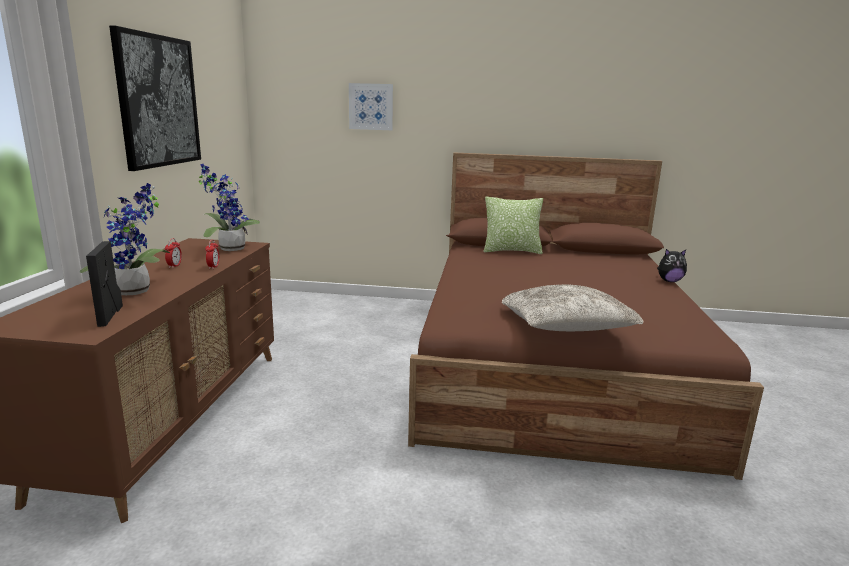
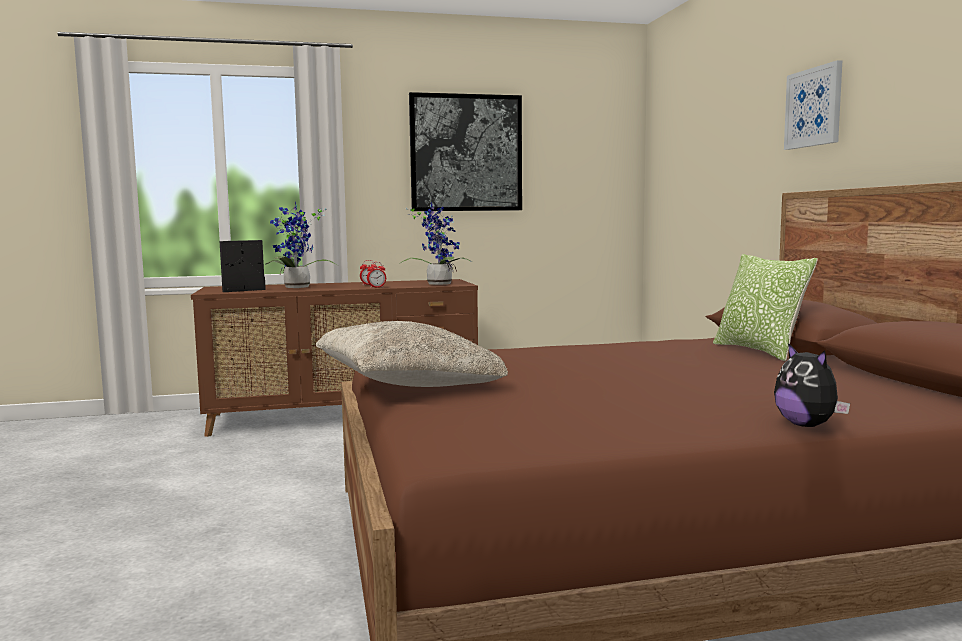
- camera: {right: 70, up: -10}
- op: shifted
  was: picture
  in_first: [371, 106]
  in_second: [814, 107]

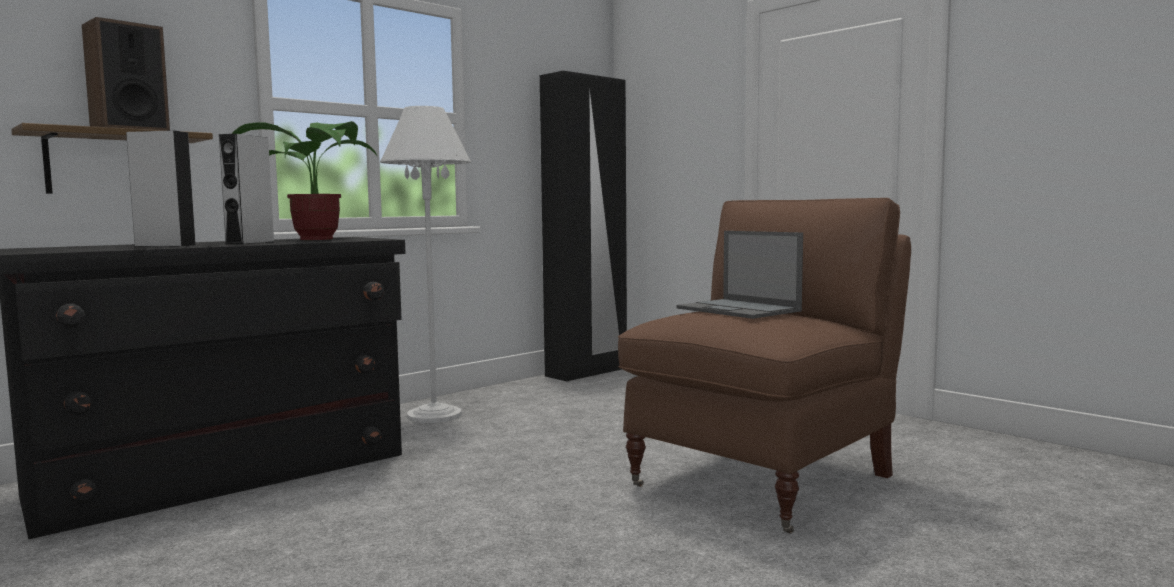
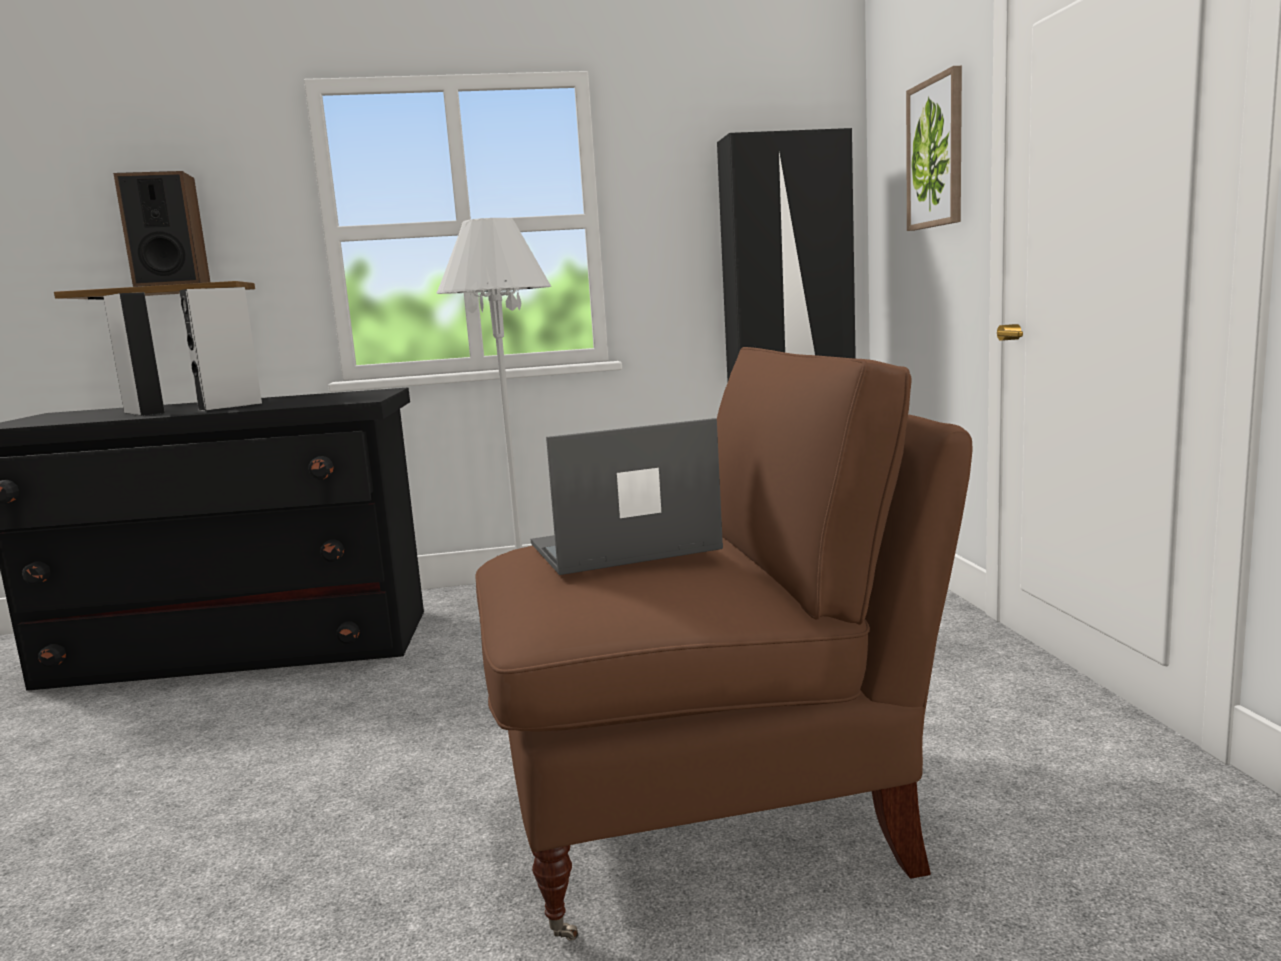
- camera: {right: 35, up: 5}
- op: gone
  was: potted plant
  in_first: [318, 239]
- op: rotated
  was: laptop
  in_first: [739, 310]
  in_second: [621, 547]
  clockwise: 75
- op: new
  now: picture
  in_second: [936, 153]

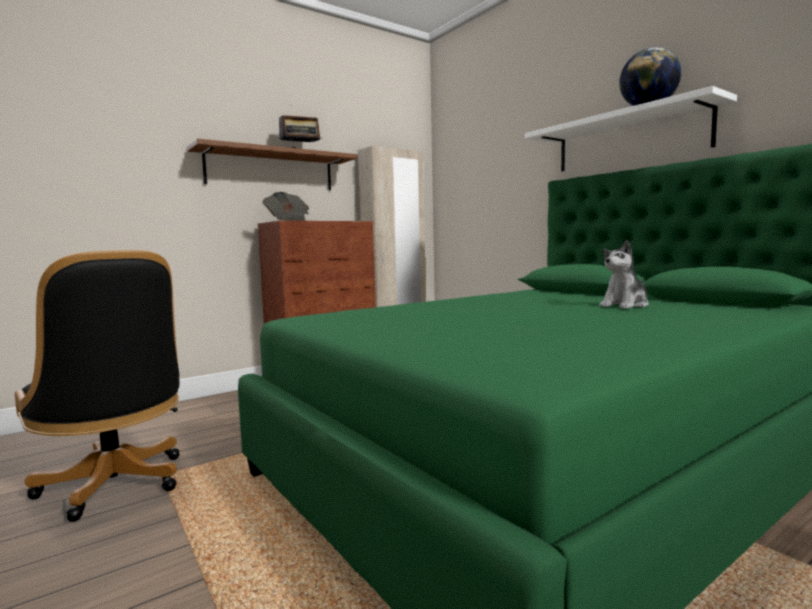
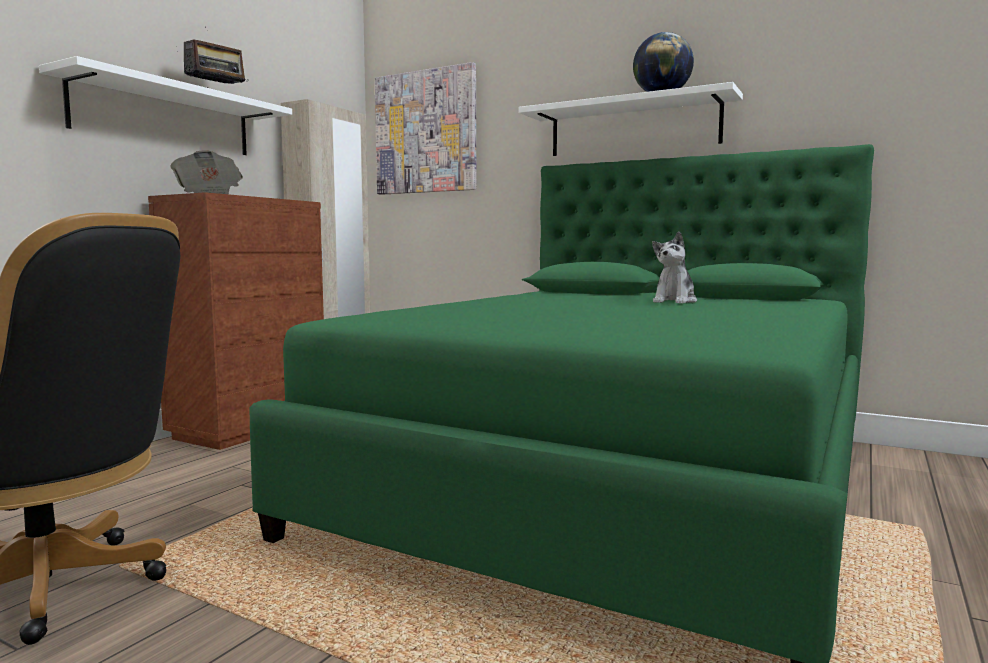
- camera: {right: -25, up: 0}
- op: repainted
  was: shelf in brown
  now: shelf in white
  in_first: [271, 170]
  in_second: [165, 118]
- op: new
  now: picture
  in_second: [426, 132]

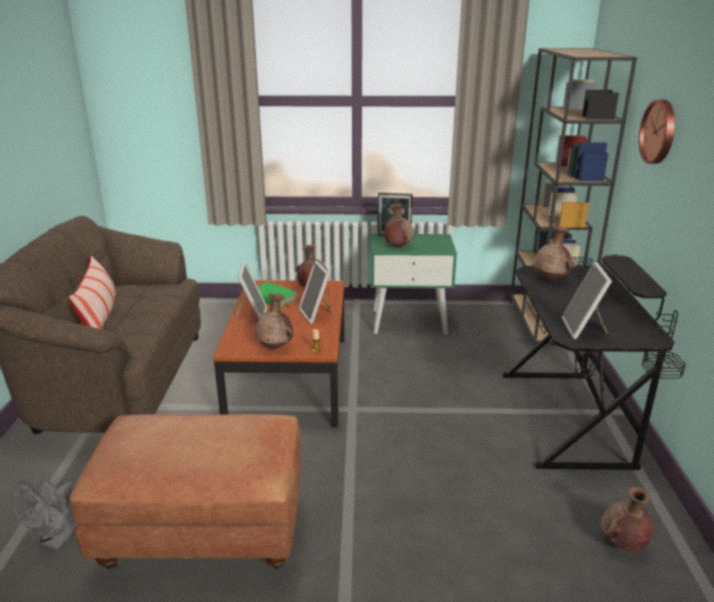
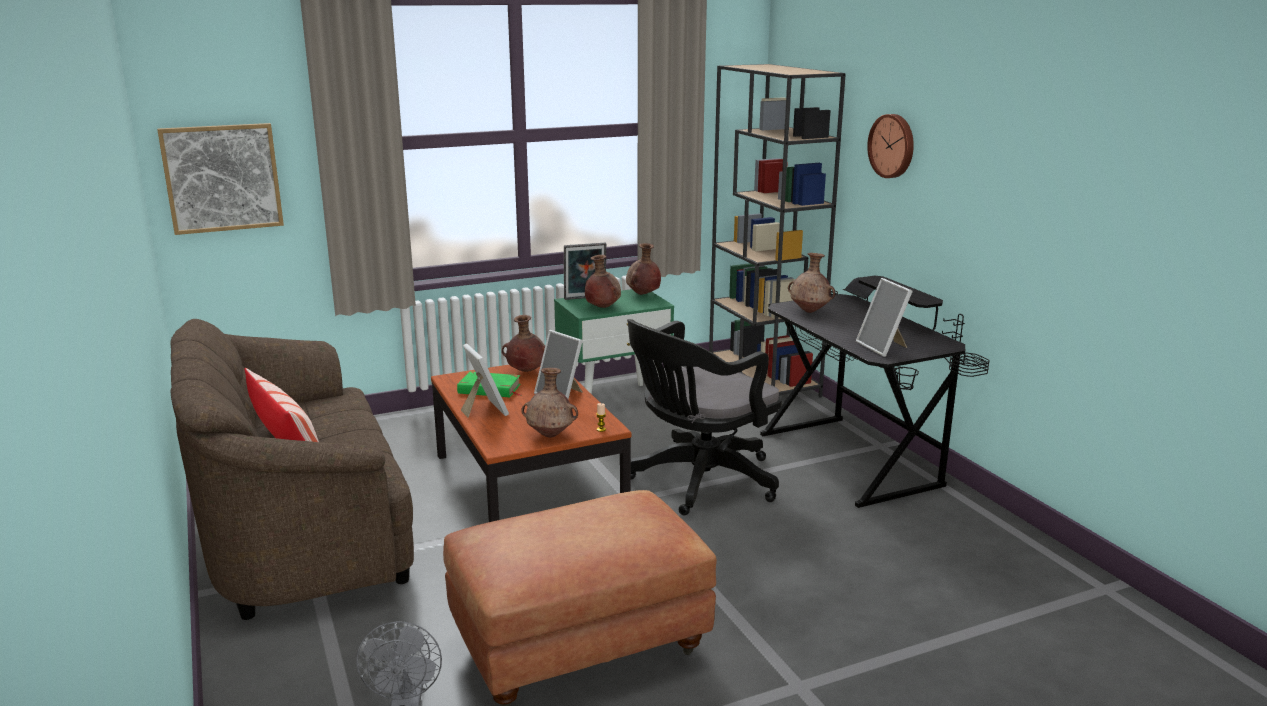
- camera: {right: -25, up: -5}
- op: shifted
  was: vase in brown
  in_first: [622, 543]
  in_second: [643, 294]
- op: new
  now: picture
  in_second: [222, 178]
- op: new
  now: office chair in black
  in_second: [698, 482]

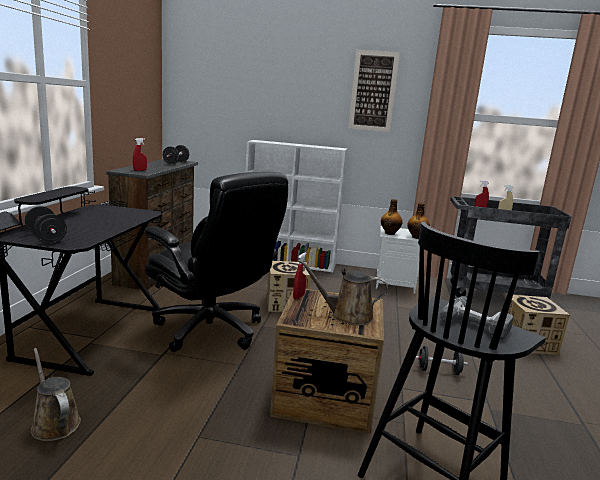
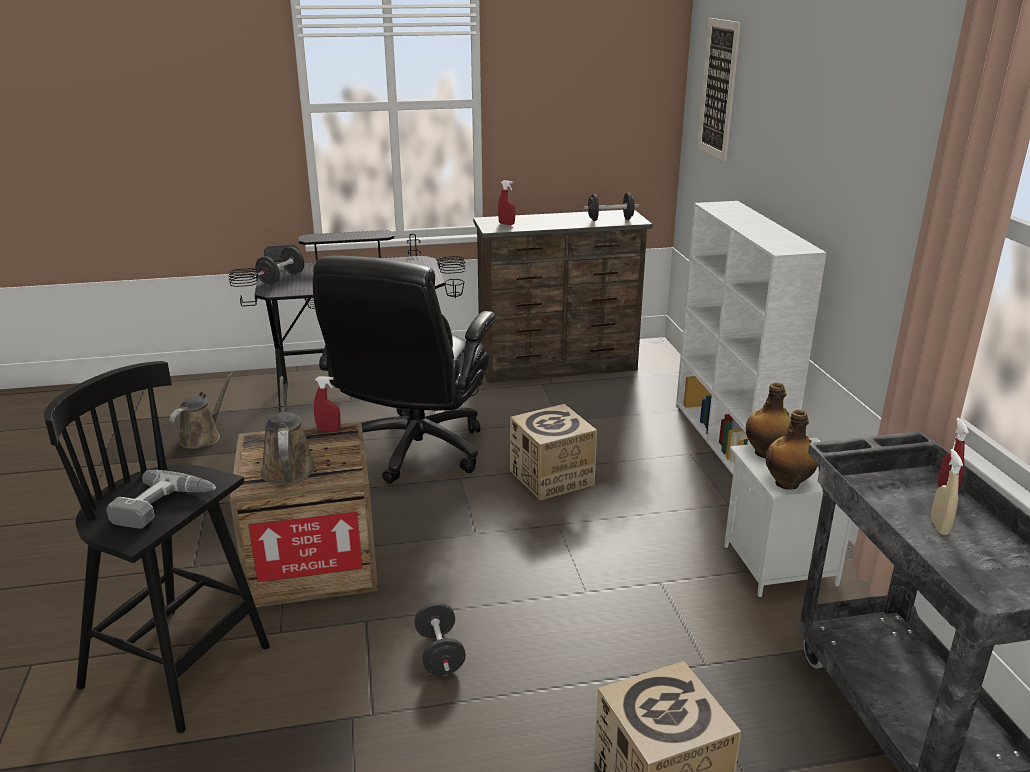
- camera: {right: 70, up: 10}
- op: shifted
  was: picture
  in_first: [373, 91]
  in_second: [718, 89]

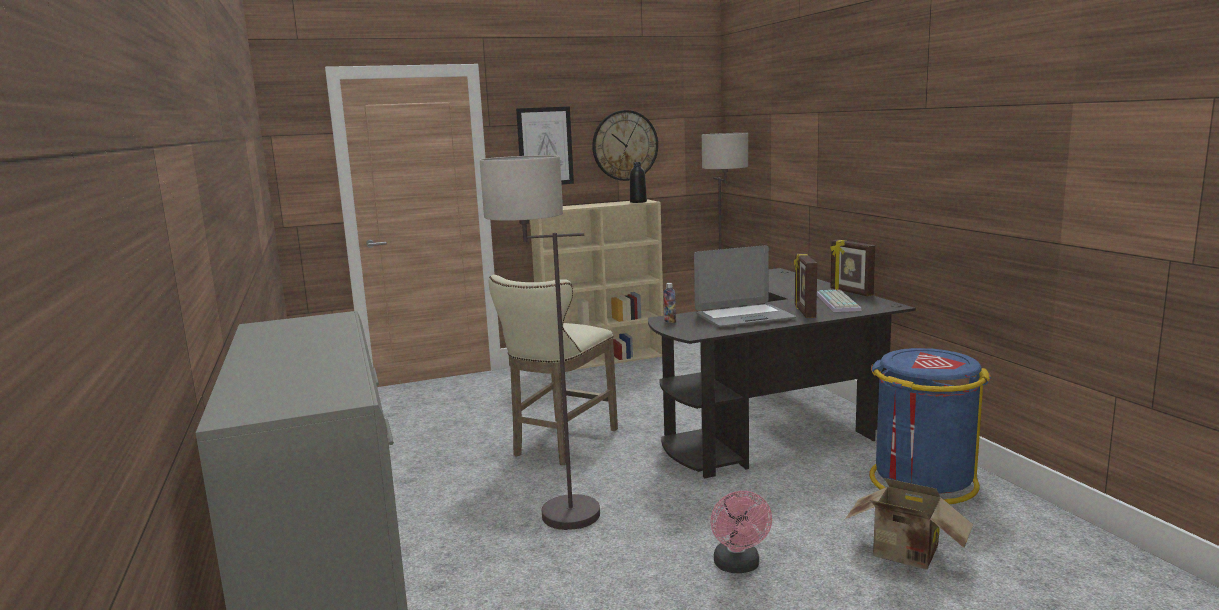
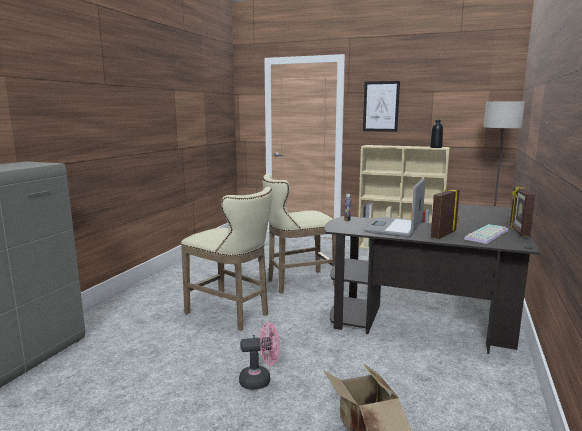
- camera: {right: 40, up: 0}
- op: swapped
  was: floor lamp in grey
  now: stool in beige
  in_first: [553, 516]
  in_second: [231, 314]
- op: gone
  was: wall clock
  in_first: [625, 145]
- op: rotated
  was: laptop
  in_first: [744, 317]
  in_second: [394, 228]
  clockwise: 90
- op: rotated
  was: fan in pink
  in_first: [738, 566]
  in_second: [260, 380]
  clockwise: -135
- op: gone
  was: trash can in blue
  in_first: [922, 481]

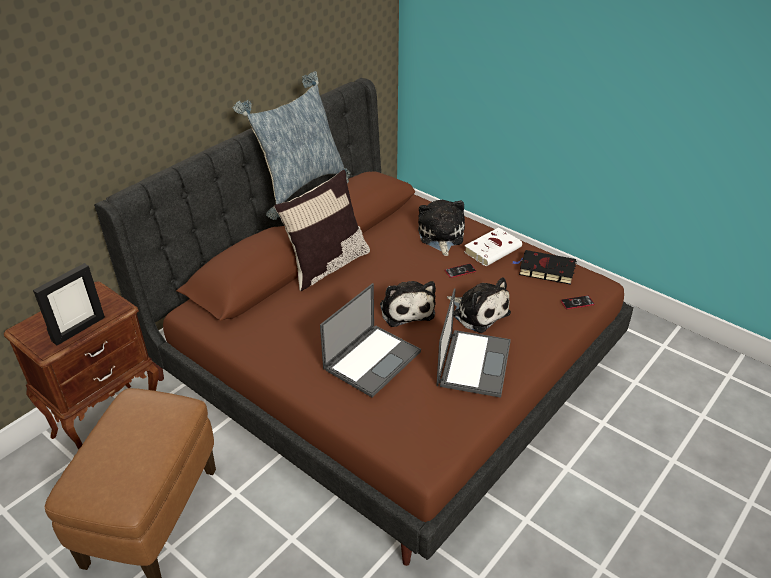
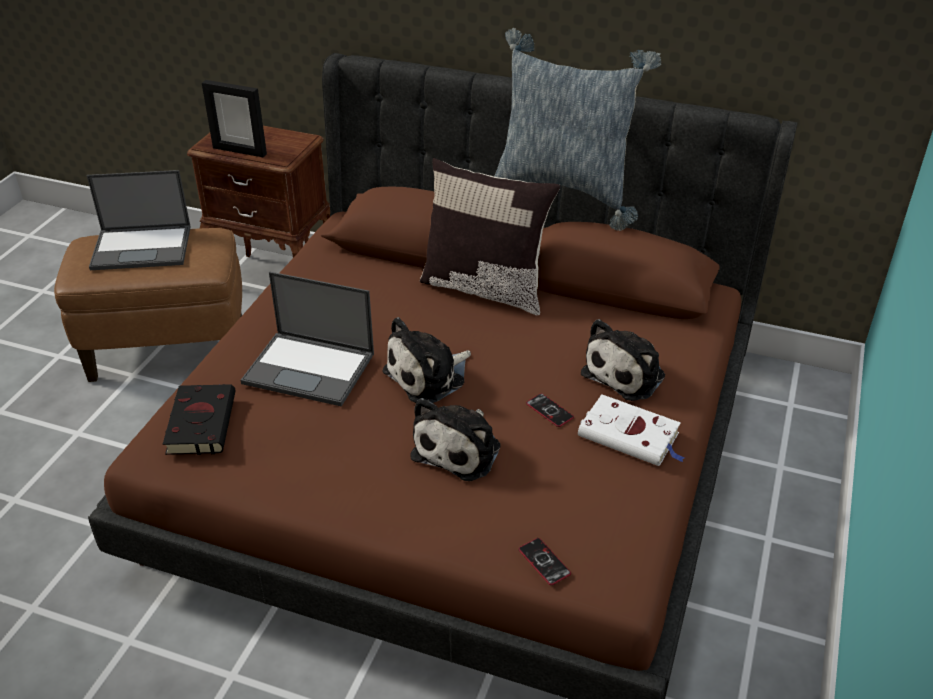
- camera: {right: 70, up: 0}
- op: rotated
  was: plush toy
  in_first: [441, 236]
  in_second: [627, 373]
  clockwise: 150
- op: shifted
  was: laptop
  in_first: [474, 362]
  in_second: [143, 247]
- op: shifted
  was: book in black
  in_first: [545, 270]
  in_second: [201, 422]

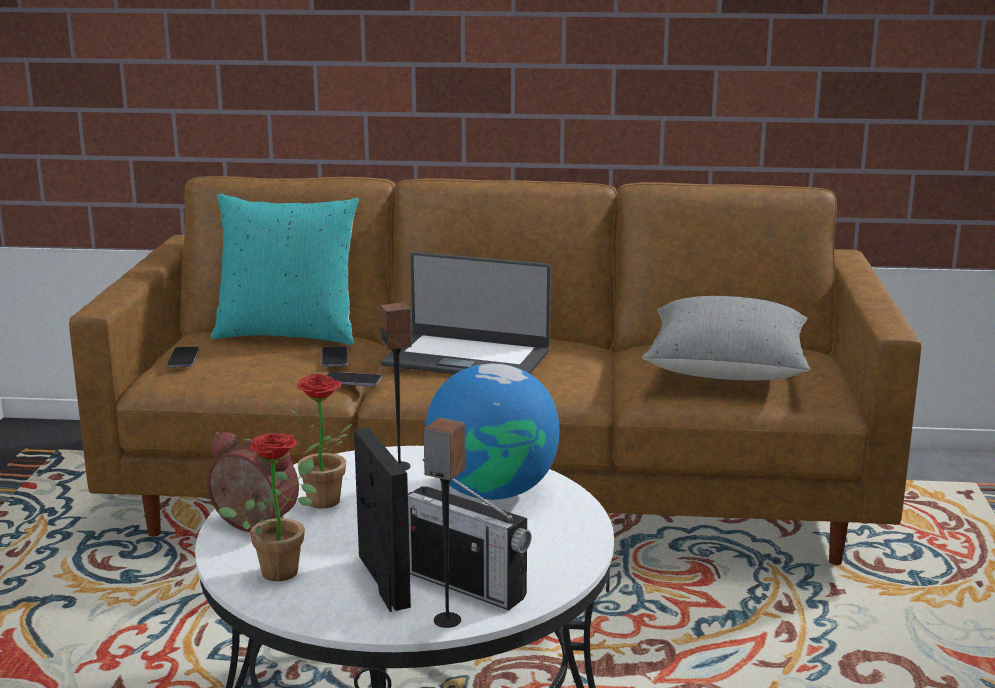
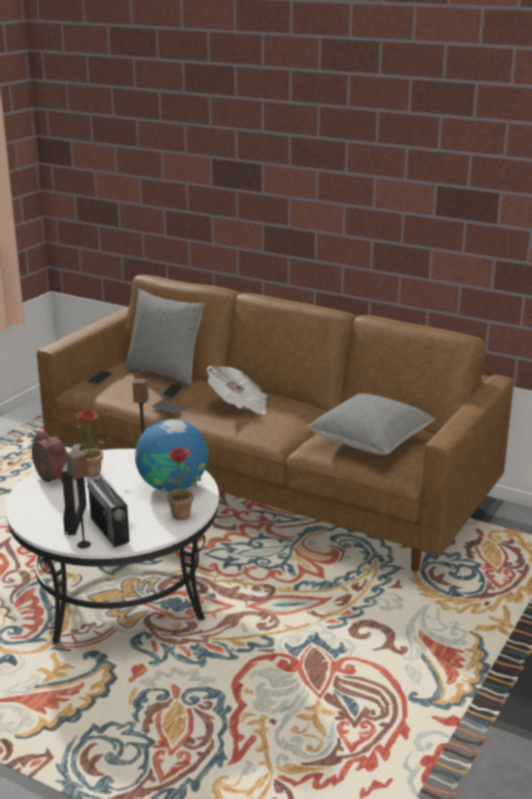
- camera: {right: 25, up: 5}
- op: repainted
  was: pillow in turquoise
  now: pillow in grey
  in_first: [288, 334]
  in_second: [165, 372]
- op: shifted
  was: potted plant
  in_first: [282, 568]
  in_second: [183, 513]
- op: swapped
  was: laptop
  now: newspaper
  in_first: [467, 358]
  in_second: [239, 405]

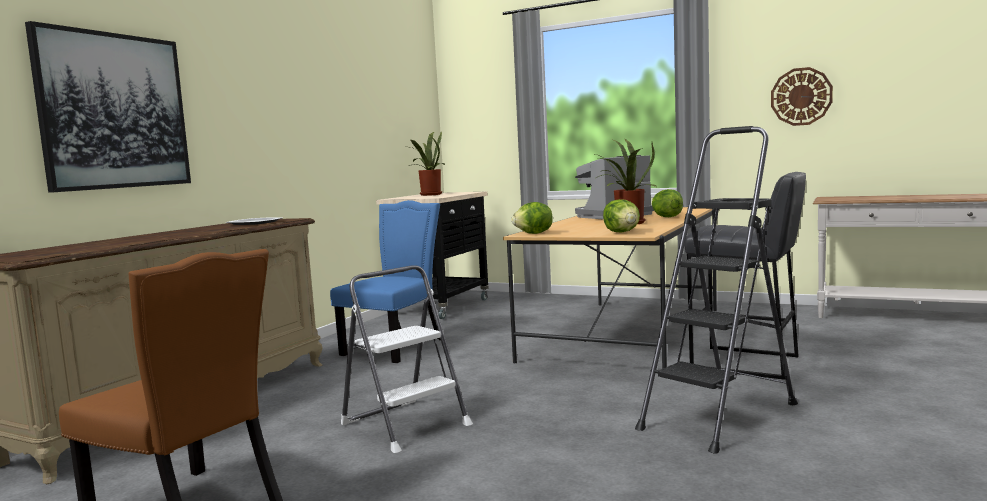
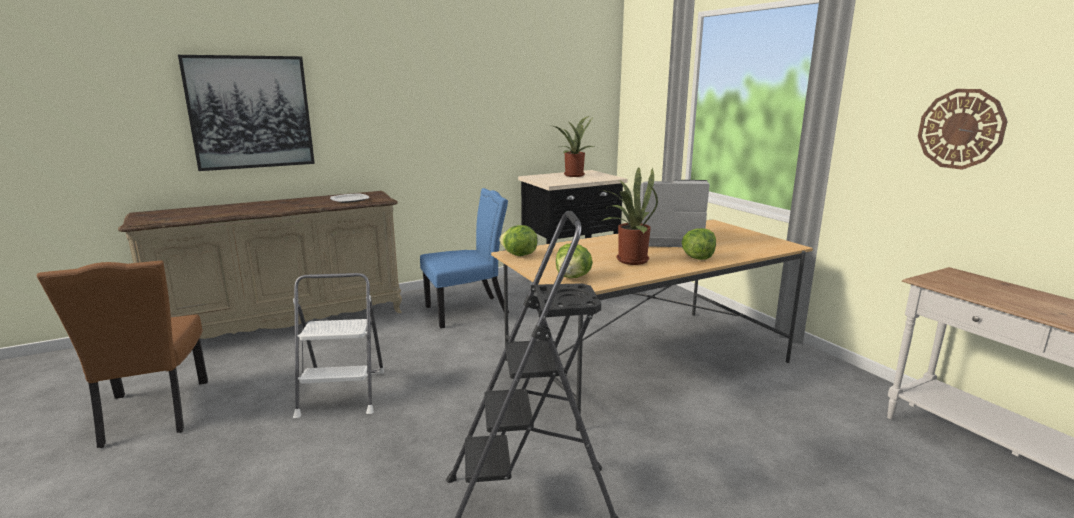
- camera: {right: 35, up: 10}
- op: gone
  was: stool in grey
  in_first: [746, 363]

